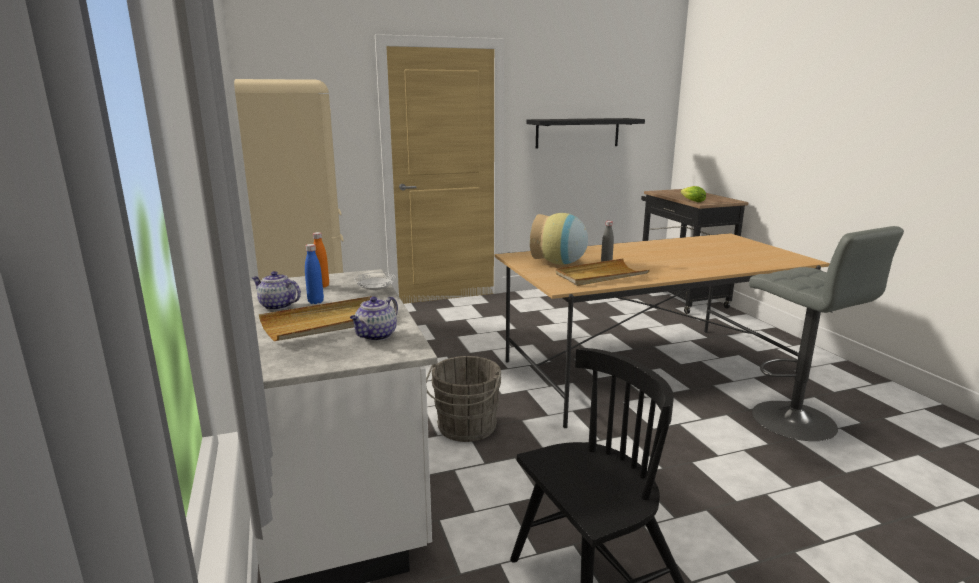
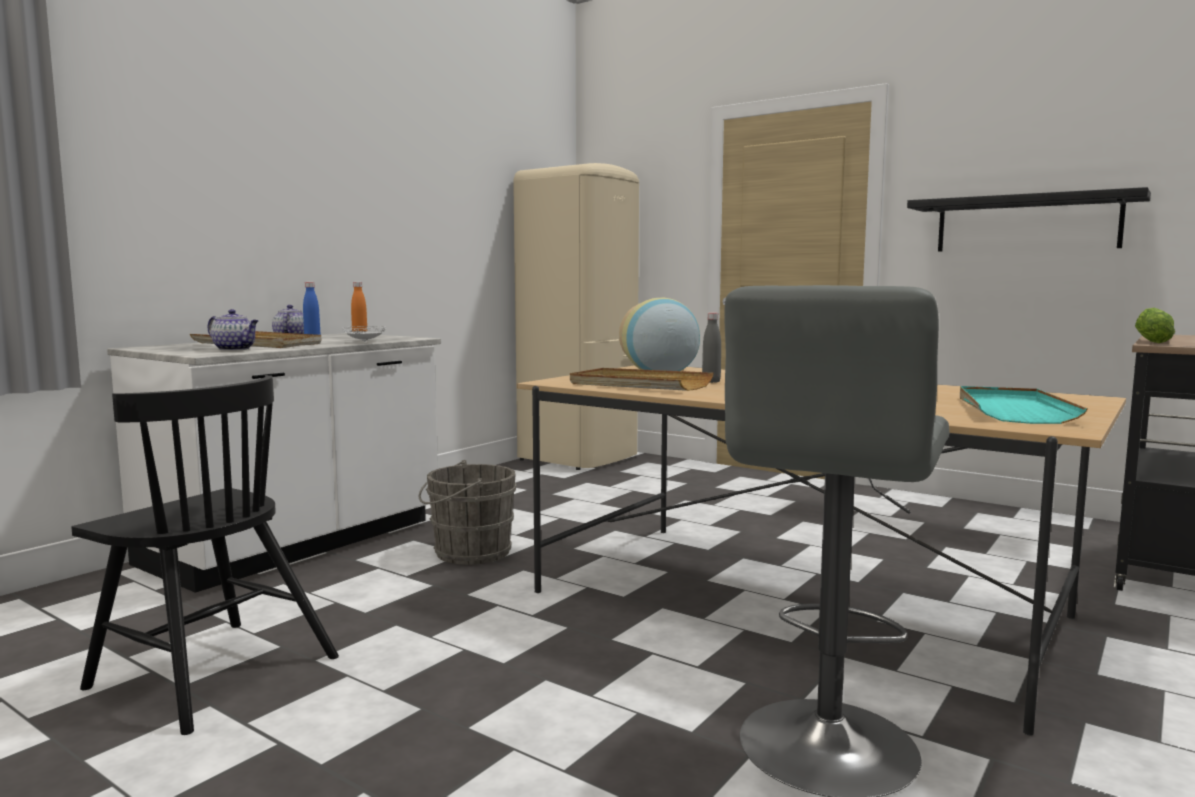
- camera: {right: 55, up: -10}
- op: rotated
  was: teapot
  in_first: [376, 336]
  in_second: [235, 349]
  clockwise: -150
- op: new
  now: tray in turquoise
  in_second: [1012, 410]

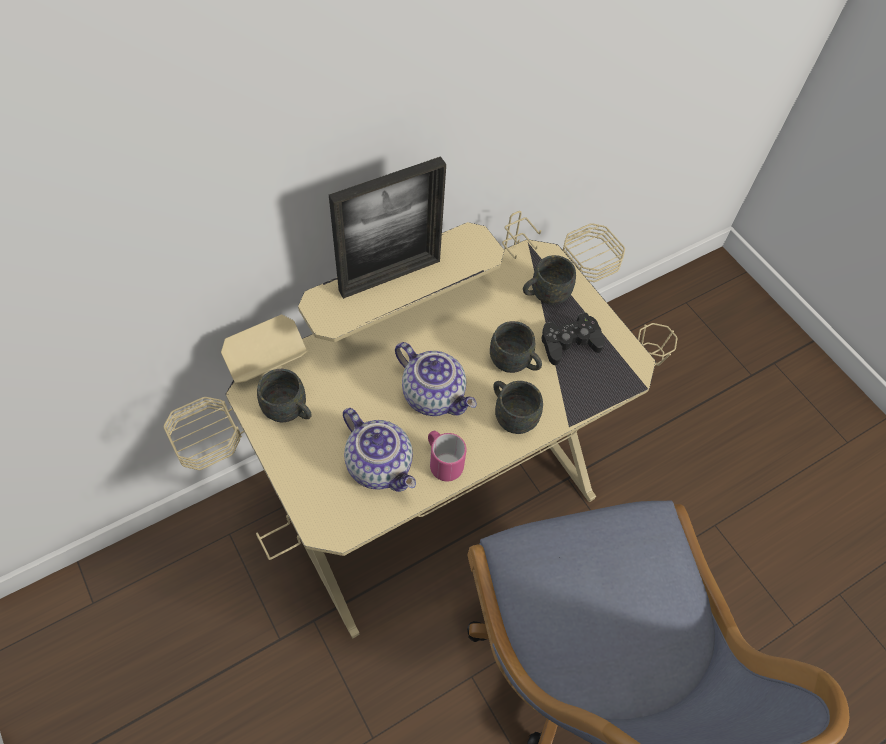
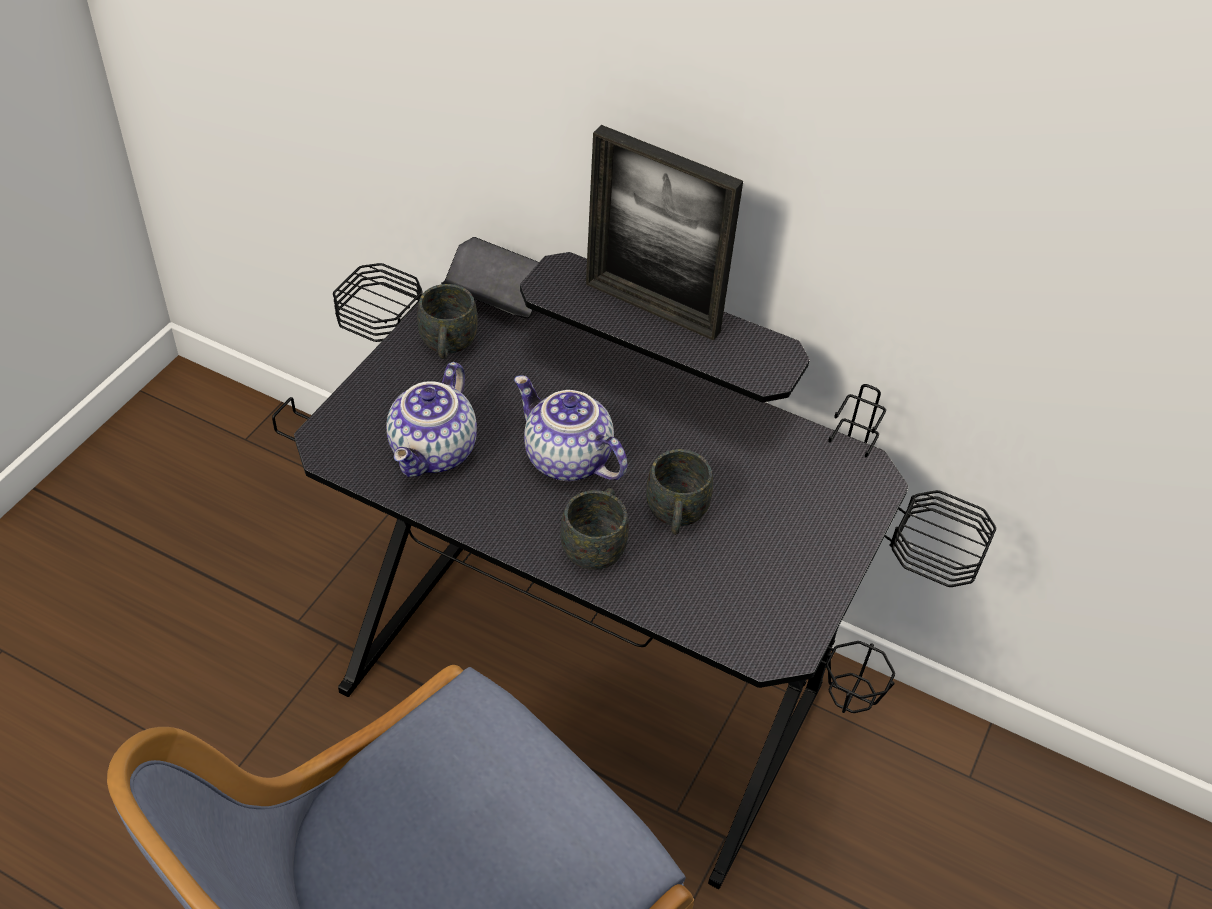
- camera: {right: 60, up: -10}
- op: repainted
  was: desk in beige
  now: desk in black
  in_first: [432, 488]
  in_second: [591, 678]
- op: rotated
  was: teapot
  in_first: [435, 395]
  in_second: [565, 460]
  clockwise: 120
- op: gone
  was: mug in pink
  in_first: [442, 462]
- op: gone
  was: mug in grey
  in_first: [544, 295]
- op: gone
  was: game controller in black
  in_first: [569, 343]

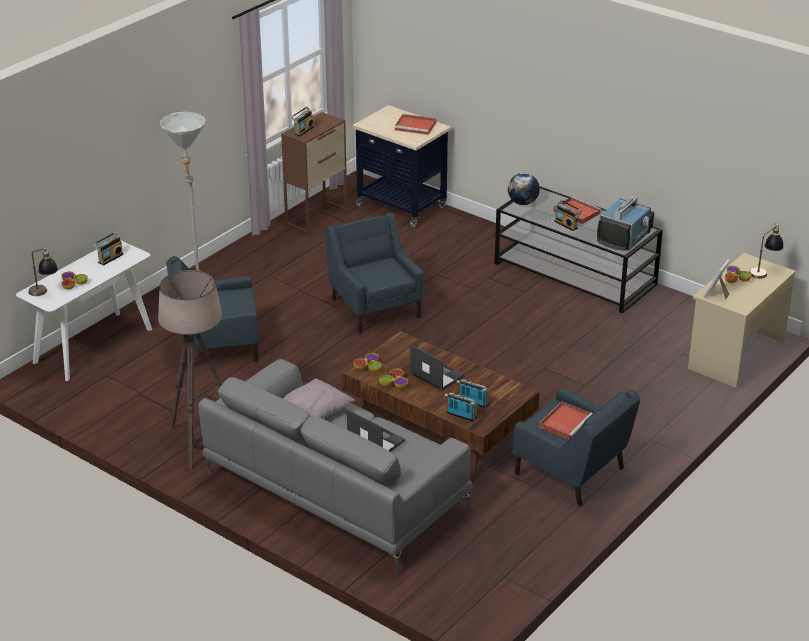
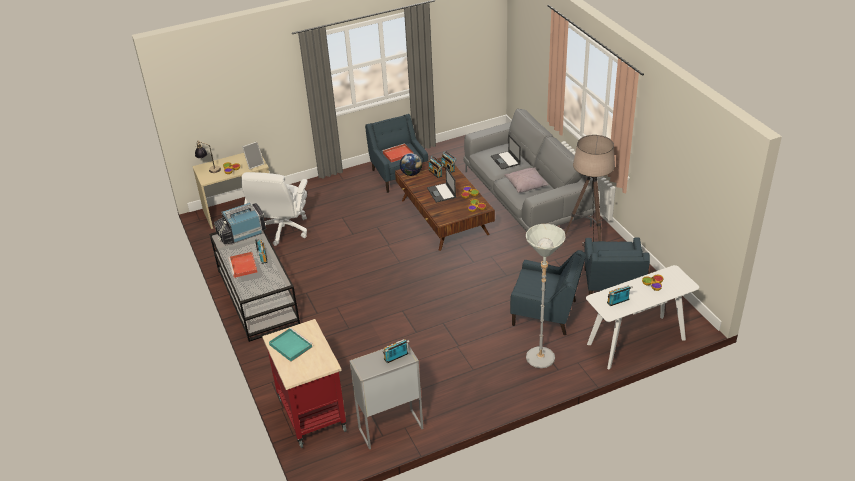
- camera: {right: -150, up: 5}
- op: gone
  was: table lamp
  in_first: [44, 292]
- op: repainted
  was: cabinet in brown
  now: cabinet in grey
  in_first: [318, 217]
  in_second: [389, 428]
- op: shifted
  was: armchair in blue
  in_first: [375, 307]
  in_second: [612, 287]
- op: repainted
  was: cart in blue
  now: cart in red
  in_first: [401, 207]
  in_second: [311, 414]
- op: repainted
  was: tray in red
  now: tray in turquoise
  in_first: [416, 126]
  in_second: [290, 345]
- op: shifted
  was: globe
  in_first: [522, 203]
  in_second: [411, 174]
- op: new
  now: office chair in white
  in_second: [282, 231]

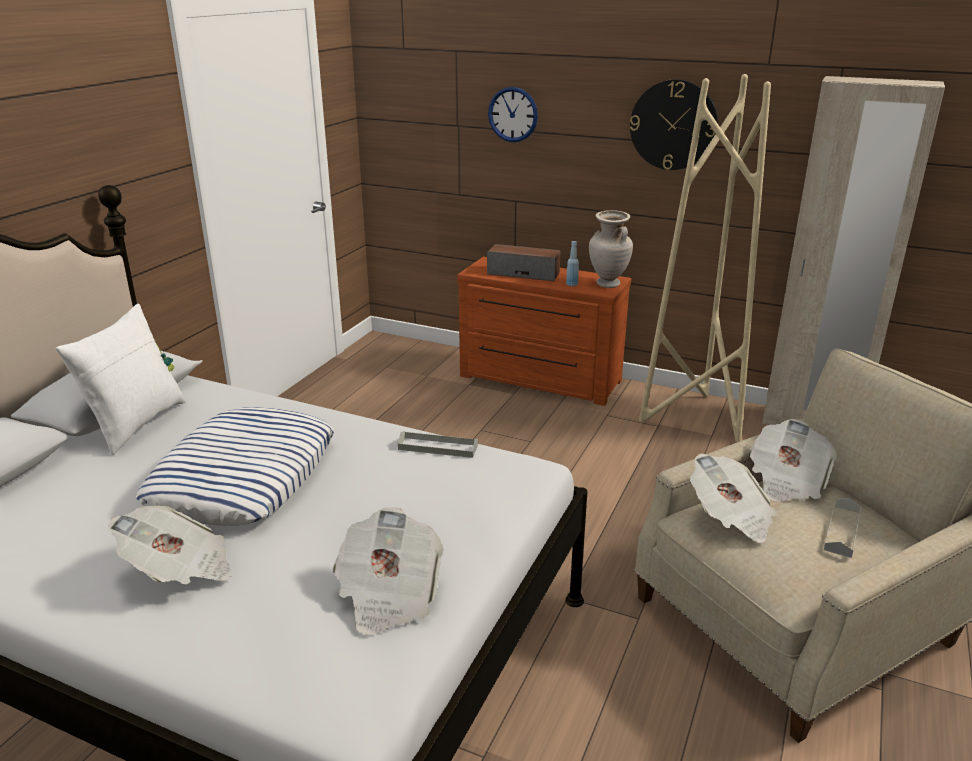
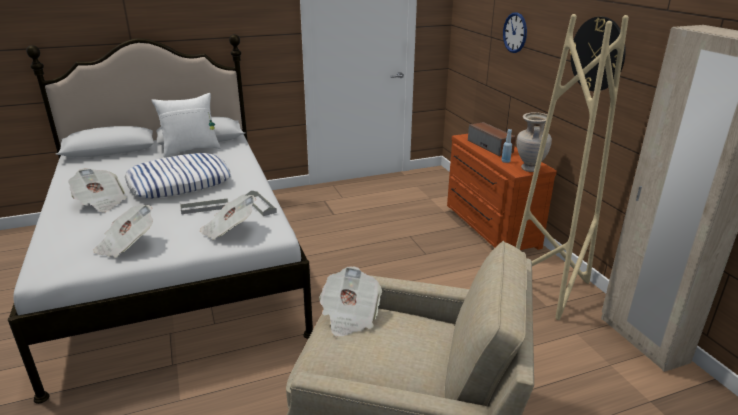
- camera: {right: 45, up: 0}
- op: shifted
  was: newspaper
  in_first: [786, 481]
  in_second: [229, 230]
- op: shifted
  was: tray in grey
  in_first: [842, 530]
  in_second: [205, 208]

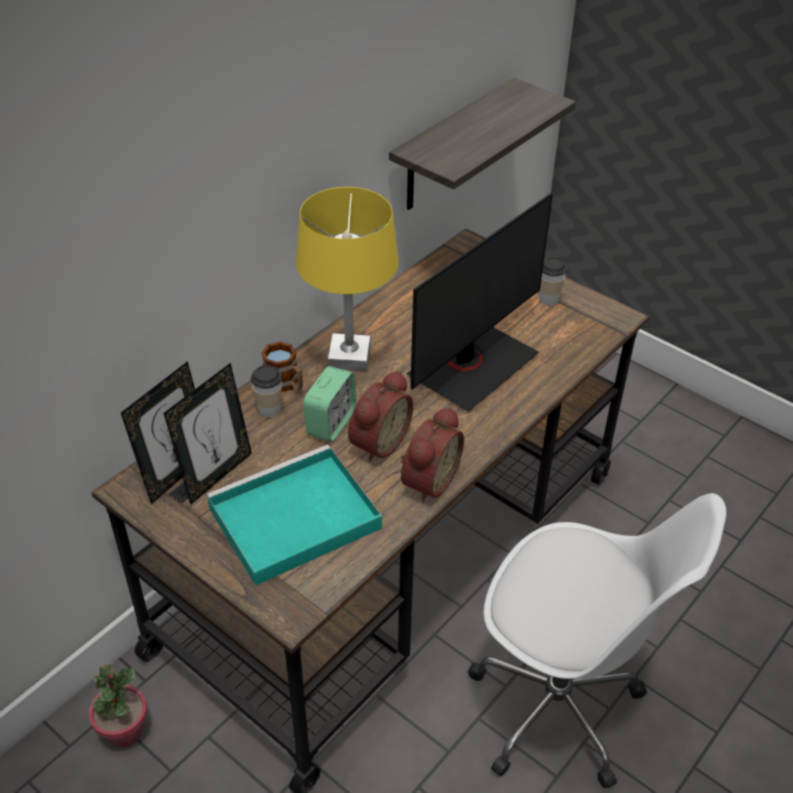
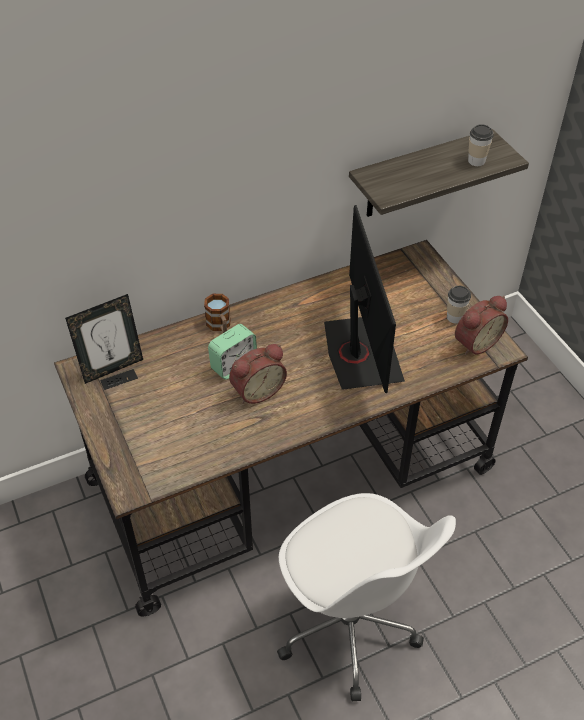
- camera: {right: 25, up: 5}
- op: gone
  was: potted plant
  in_first: [124, 731]
- op: gone
  was: picture frame
  in_first: [216, 475]
- op: gone
  was: tray in turquoise
  in_first: [292, 520]
- op: shifted
  was: cup
  in_first: [269, 409]
  in_second: [476, 161]
- op: gone
  was: table lamp in yellow
  in_first: [350, 357]
- op: shifted
  was: alarm clock
  in_first: [427, 480]
  in_second: [475, 342]
- op: rotated
  was: monitor
  in_first: [471, 365]
  in_second: [361, 353]
  clockwise: -75

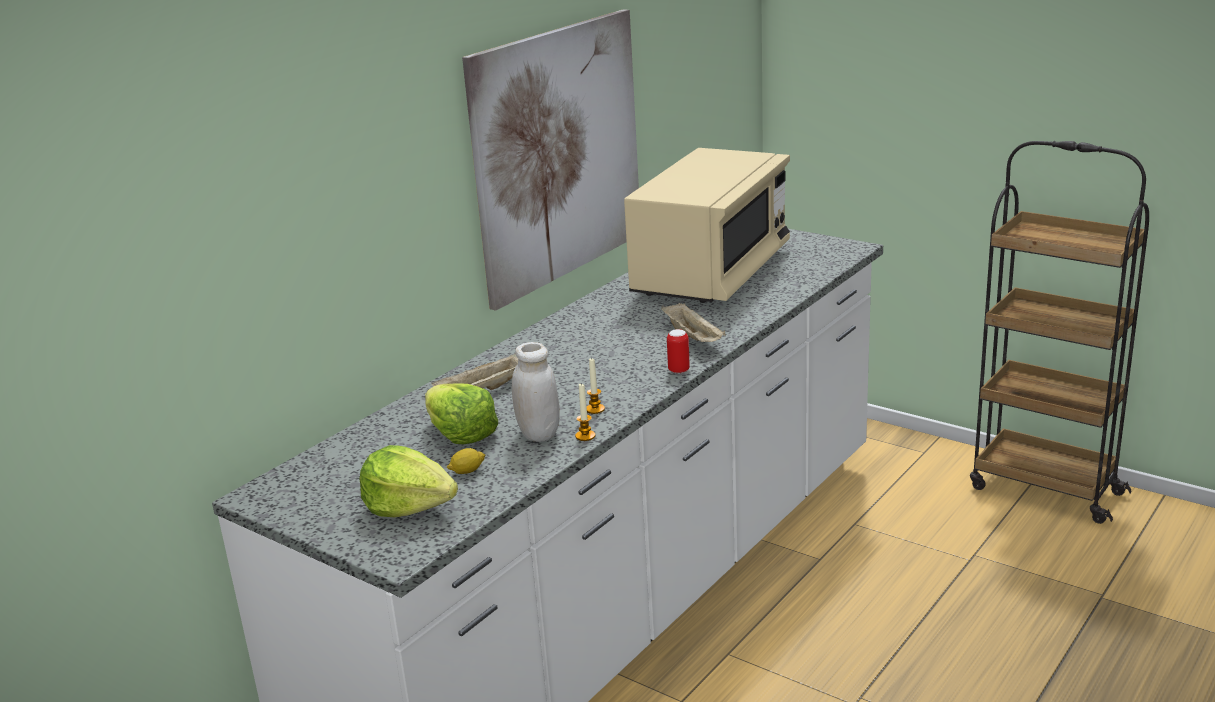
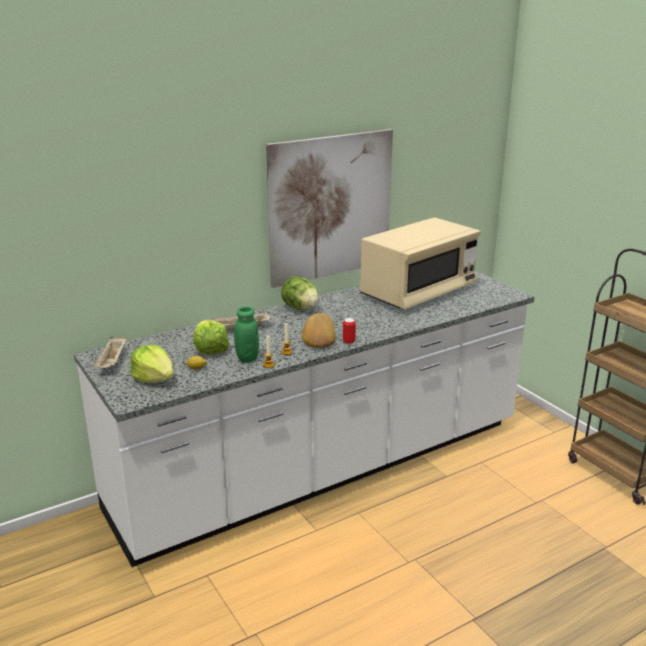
- camera: {right: 20, up: 0}
- op: repainted
  was: jar in white
  now: jar in green
  in_first: [538, 434]
  in_second: [247, 358]
- op: shifted
  was: tray in beige
  in_first: [693, 338]
  in_second: [112, 362]
- op: new
  now: lettuce
  in_second: [300, 308]
- op: new
  now: bread
  in_second: [318, 336]

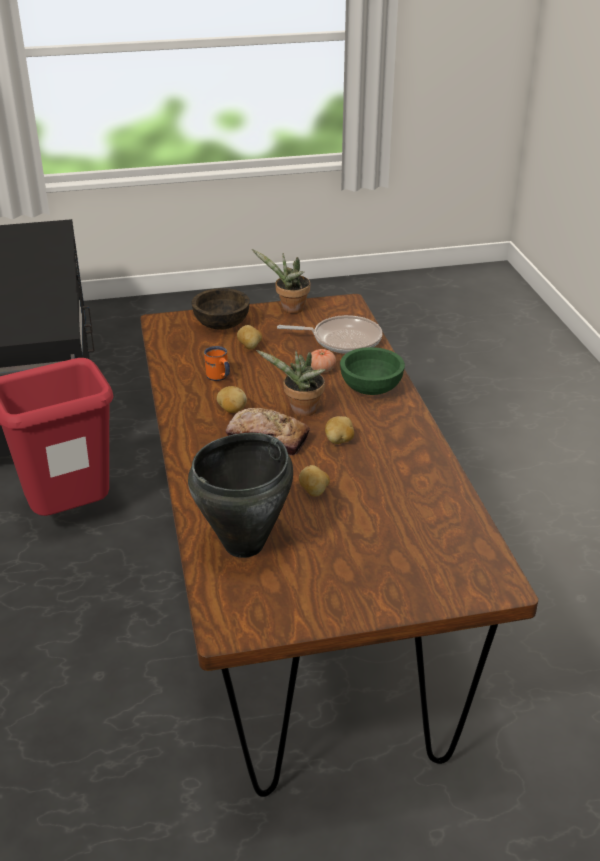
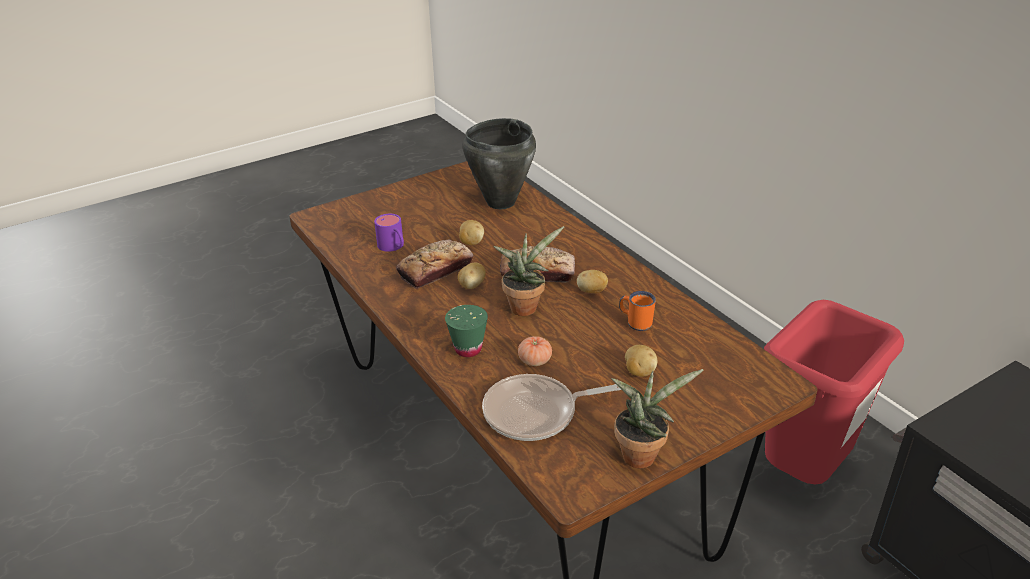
- camera: {right: 160, up: 0}
- op: gone
  was: bowl in brown
  in_first: [221, 324]
- op: swapped
  was: bowl in green
  now: cup in green
  in_first: [370, 388]
  in_second: [468, 349]
- op: new
  now: mug in purple
  in_second: [393, 247]
- op: new
  now: bread
  in_second: [435, 270]

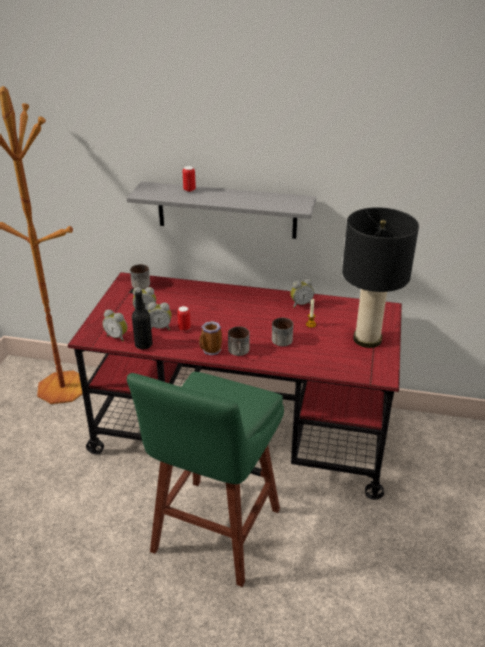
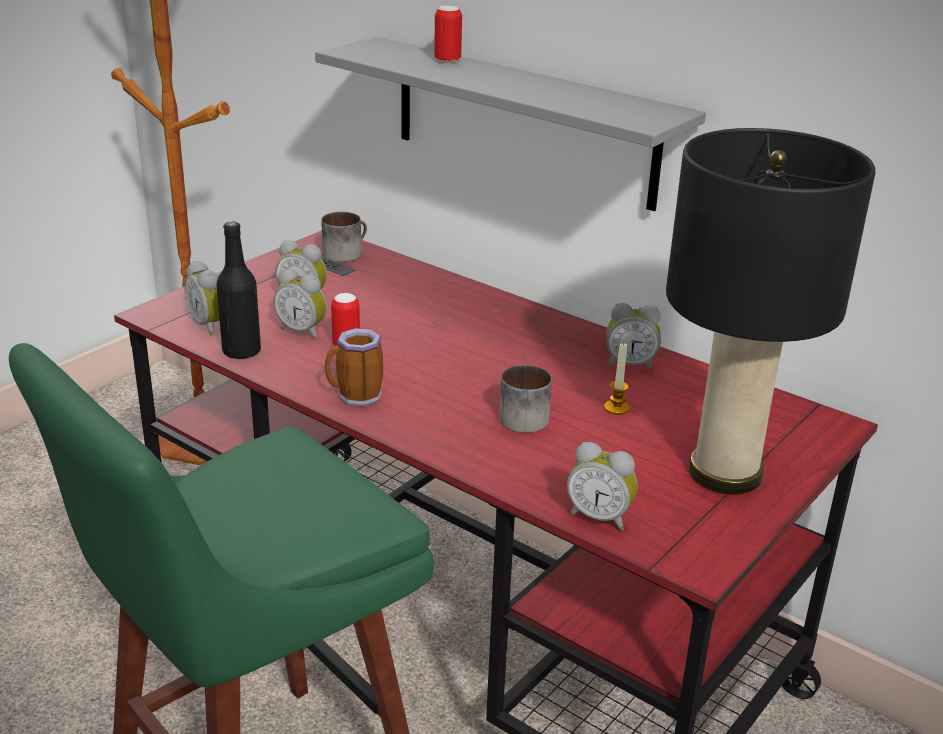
- camera: {right: 25, up: -5}
- op: gone
  was: mug
  in_first: [239, 351]
- op: new
  now: alarm clock
  in_second: [600, 517]

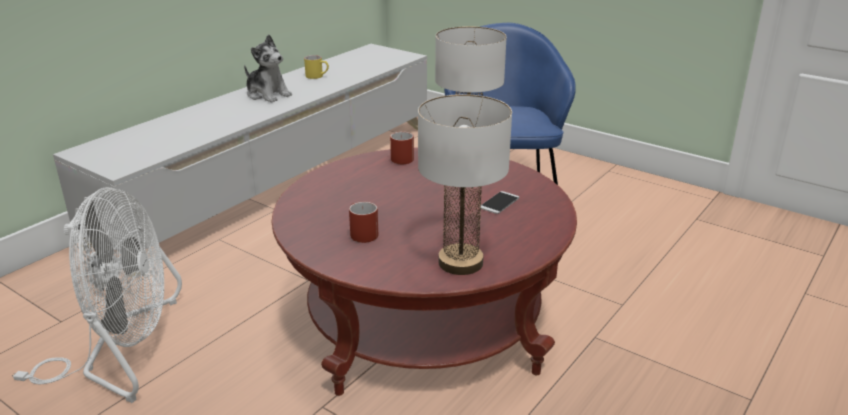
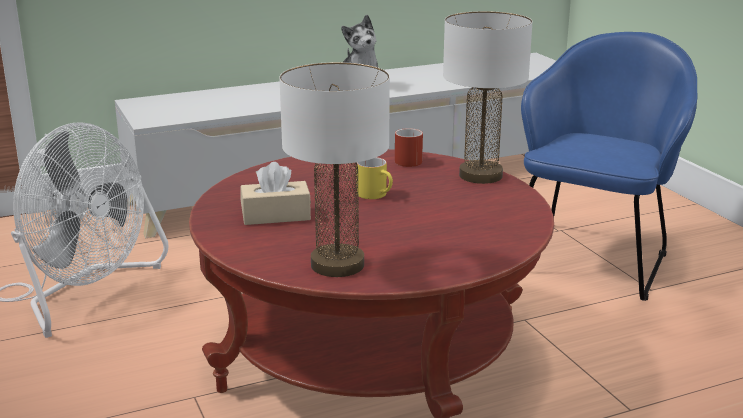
- camera: {right: 30, up: -5}
- op: shifted
  was: mug in yellow
  in_first: [317, 76]
  in_second: [376, 195]
- op: swapped
  was: mug in red
  now: tissue box in beige
  in_first: [360, 233]
  in_second: [276, 215]
- op: gone
  was: phone
  in_first: [499, 203]

